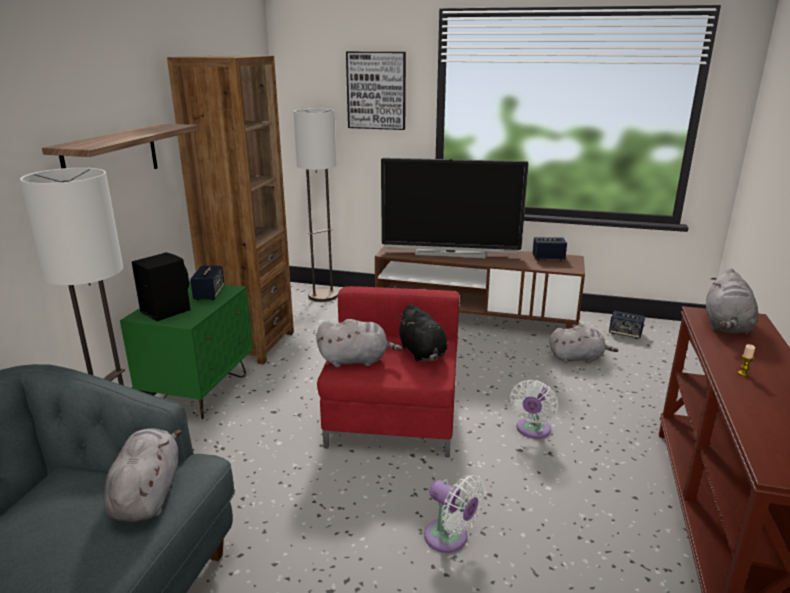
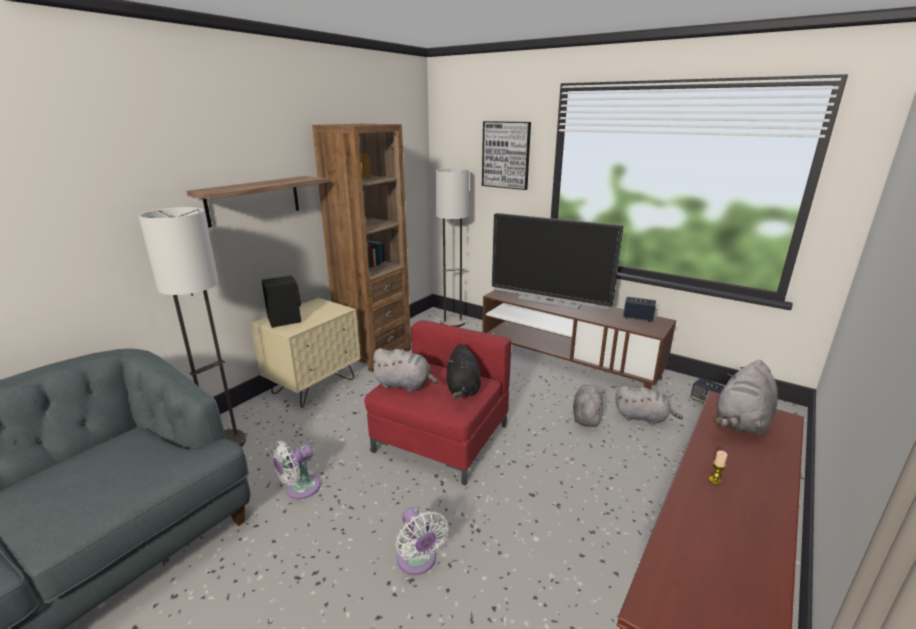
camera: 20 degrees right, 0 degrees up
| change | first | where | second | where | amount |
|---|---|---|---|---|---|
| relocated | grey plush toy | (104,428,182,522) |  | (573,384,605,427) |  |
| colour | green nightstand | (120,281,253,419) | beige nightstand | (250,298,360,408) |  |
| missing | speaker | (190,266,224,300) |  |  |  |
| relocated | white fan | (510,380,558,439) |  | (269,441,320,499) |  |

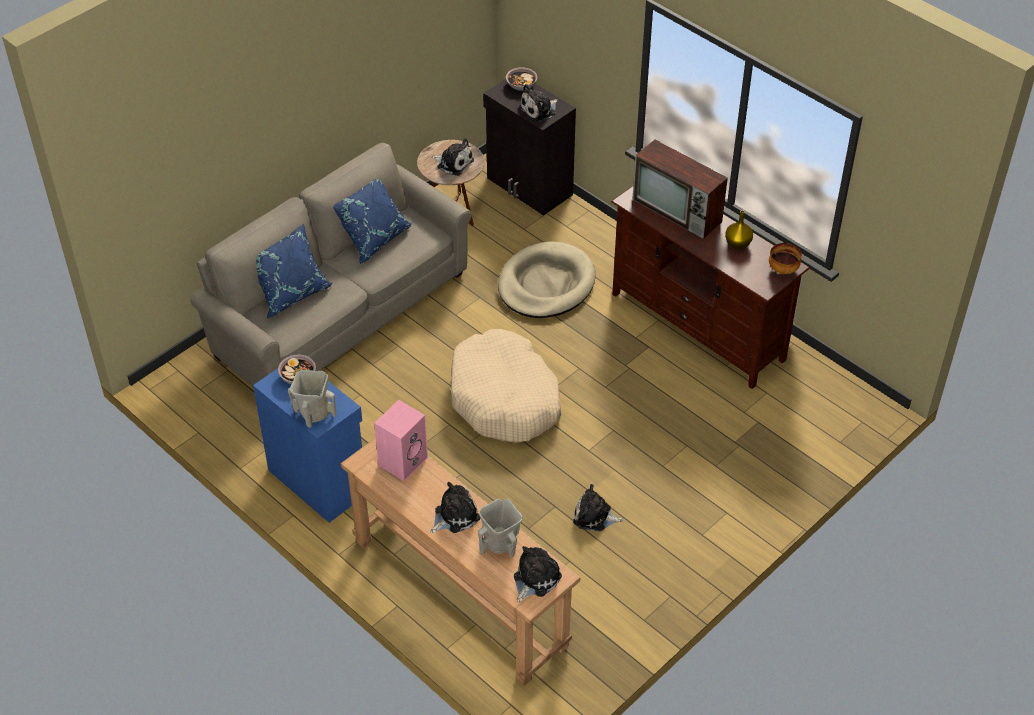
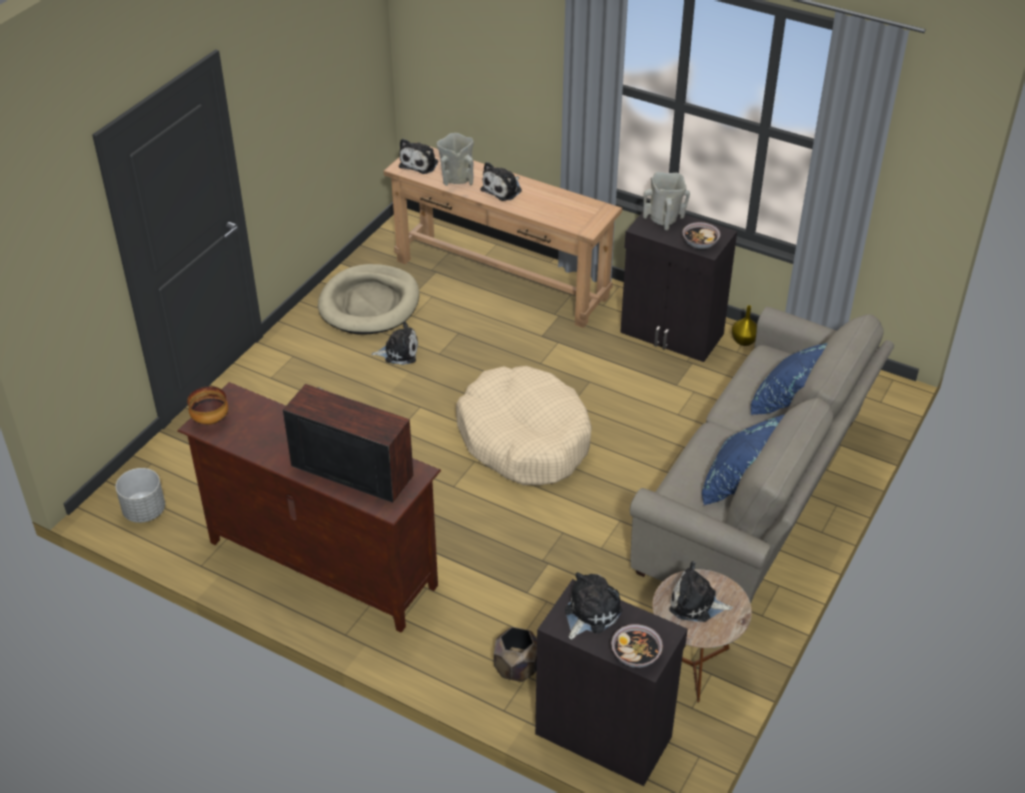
camera: 165 degrees right, 5 degrees down
| change | first | where | second | where | amount |
|---|---|---|---|---|---|
| colour | blue cabinet | (253,369,362,523) | black cabinet | (620,212,737,362) |  |
| missing | pink speaker | (374,400,428,481) |  |  |  |
| relocated | beige dog bed | (498,241,595,318) |  | (318,264,419,335) |  |
| relocated | yellow vase | (725,210,753,250) |  | (732,305,757,346) |  |
| appeared |  |  | grey planter | (116,468,165,523) |  |
| appeared |  |  | brown planter | (494,627,537,682) |  |

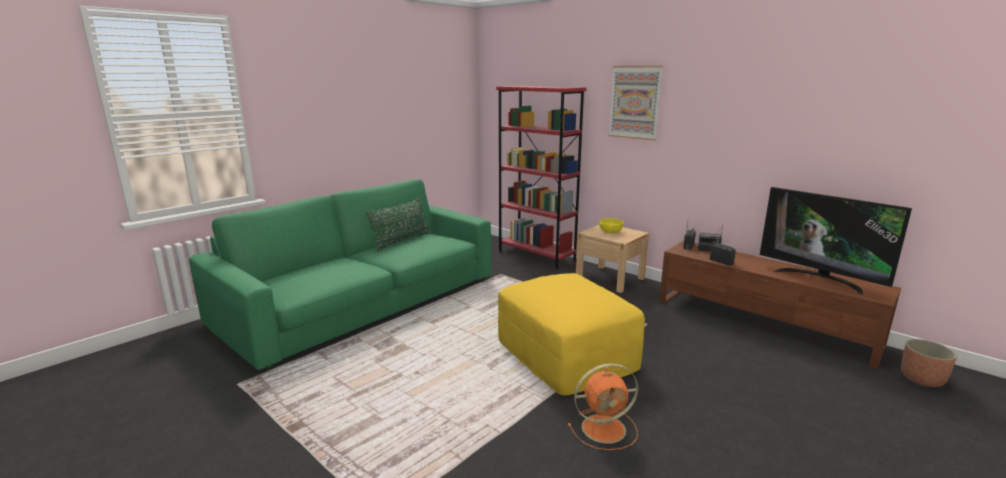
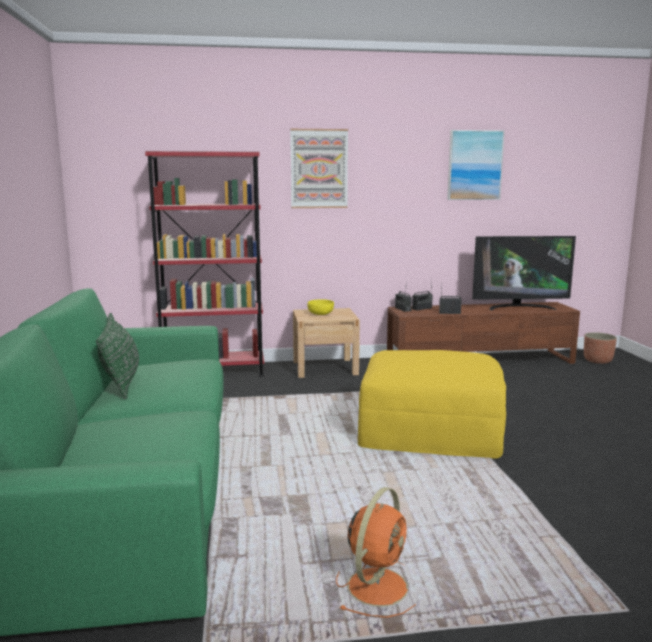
camera: 50 degrees left, 5 degrees down
| change | first | where | second | where | amount |
|---|---|---|---|---|---|
| relocated | orange fan | (568,363,638,450) |  | (336,487,416,618) |  |
| appeared |  |  | picture | (447,130,505,200) |  |

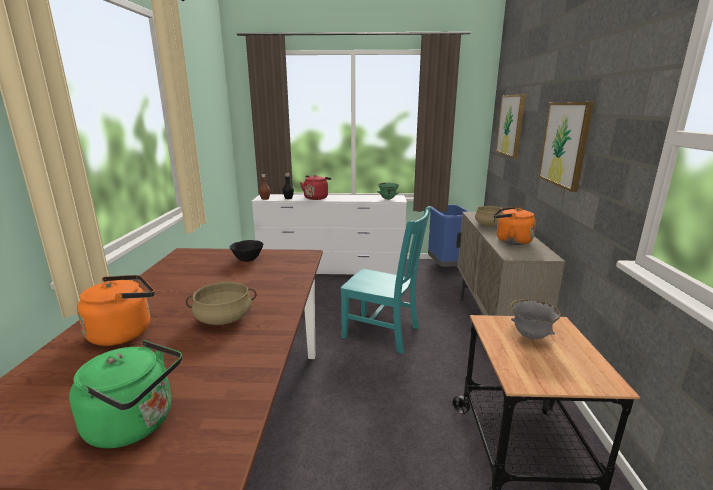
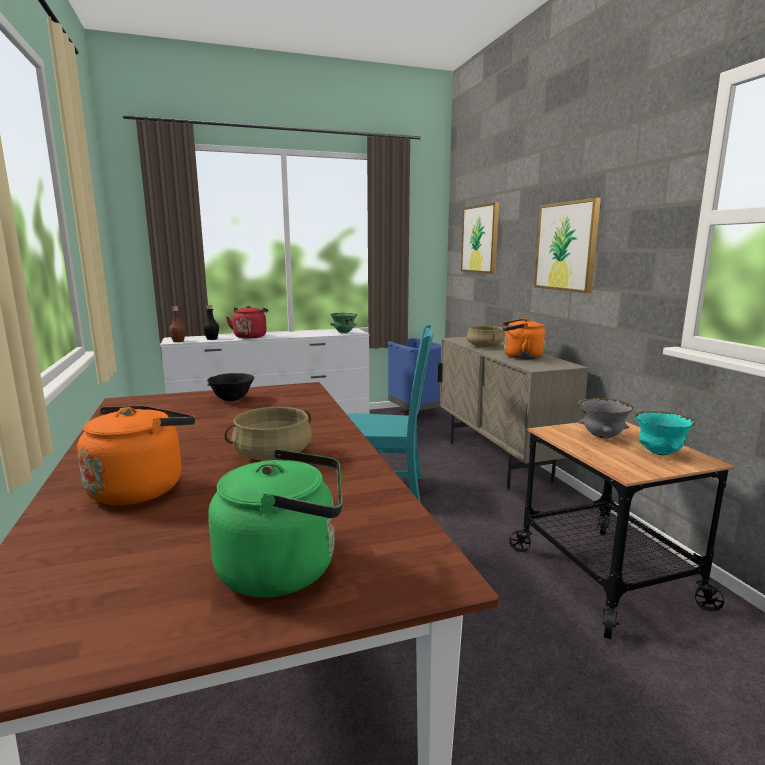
camera: 20 degrees left, 5 degrees down
| change | first | where | second | where | amount |
|---|---|---|---|---|---|
| appeared |  |  | turquoise bowl | (635,410,695,455) |  |

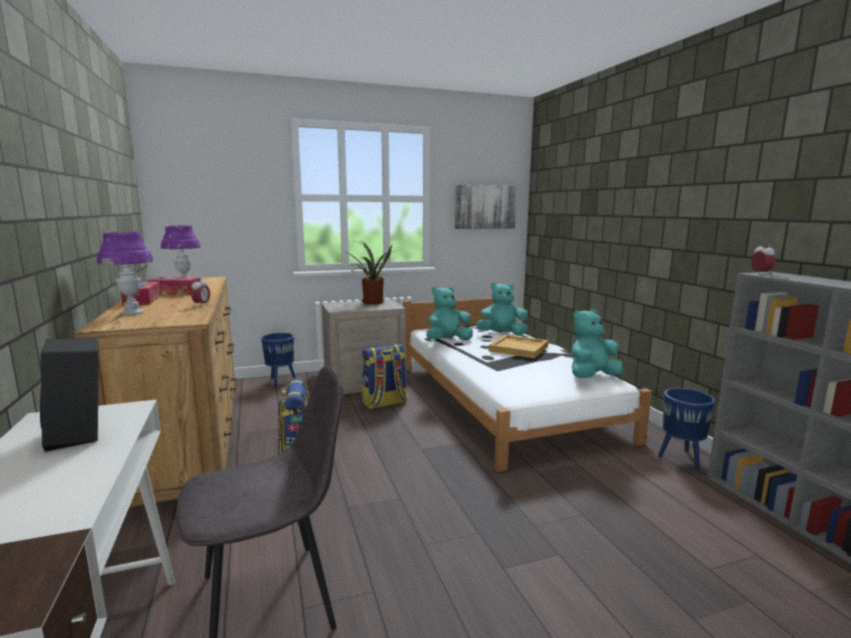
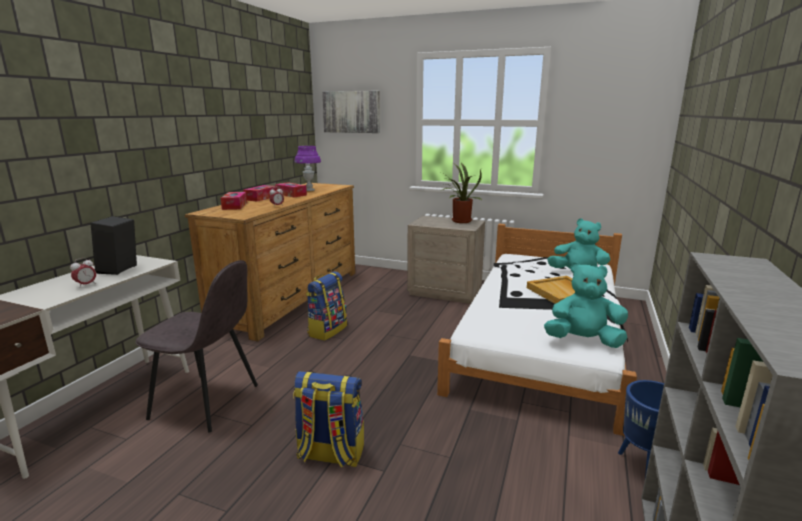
camera: 40 degrees right, 5 degrees up
| change | first | where | second | where | amount |
|---|---|---|---|---|---|
| exchanged | purple table lamp | (97,232,153,315) | tissue box | (220,192,247,210) |  |
| missing | blue planter | (261,333,296,387) |  |  |  |
| relocated | backpack | (362,344,407,409) |  | (293,371,364,468) |  |
| missing | turquoise plush toy | (426,287,473,340) |  |  |  |
| relocated | picture | (455,185,517,229) |  | (322,91,380,133) |  |
| relocated | alarm clock | (751,243,776,275) |  | (70,258,96,287) |  |

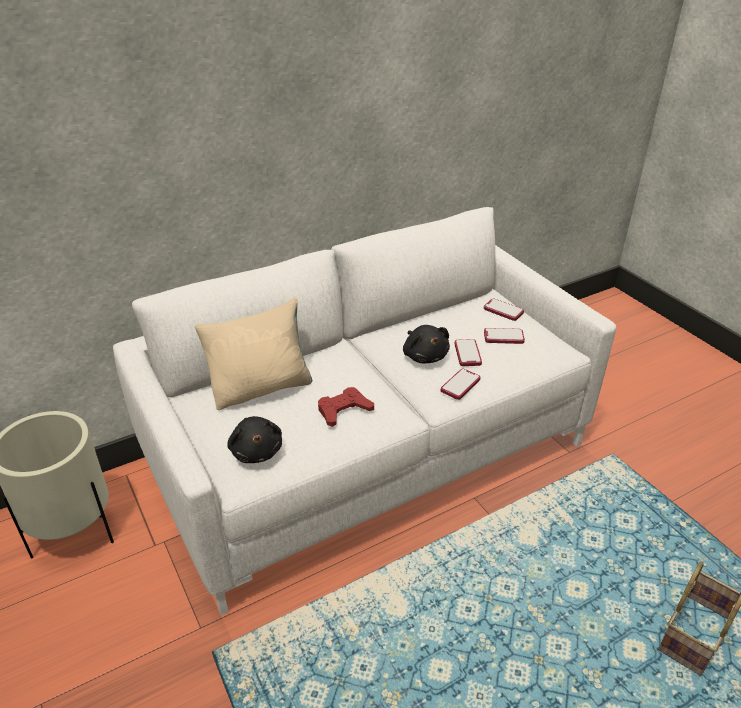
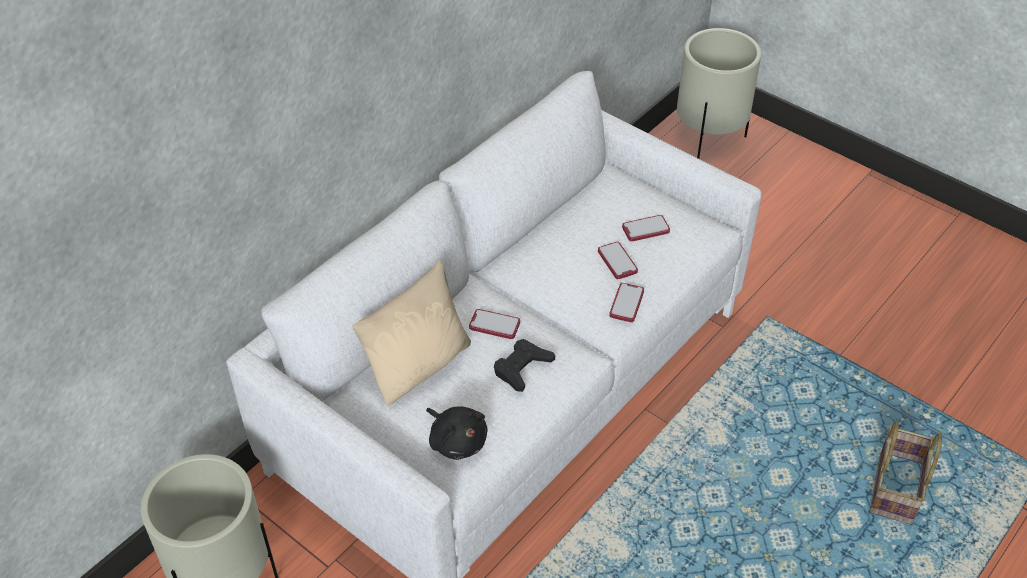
camera: 20 degrees left, 10 degrees up
| change | first | where | second | where | amount |
|---|---|---|---|---|---|
| colour | red game controller | (318,387,374,427) | black game controller | (494,339,555,392) |  |
| missing | black plush toy | (403,325,450,363) |  |  |  |
| relocated | phone | (484,298,524,321) |  | (469,309,520,339) |  |
| appeared |  |  | beige planter | (677,28,761,159) |  |

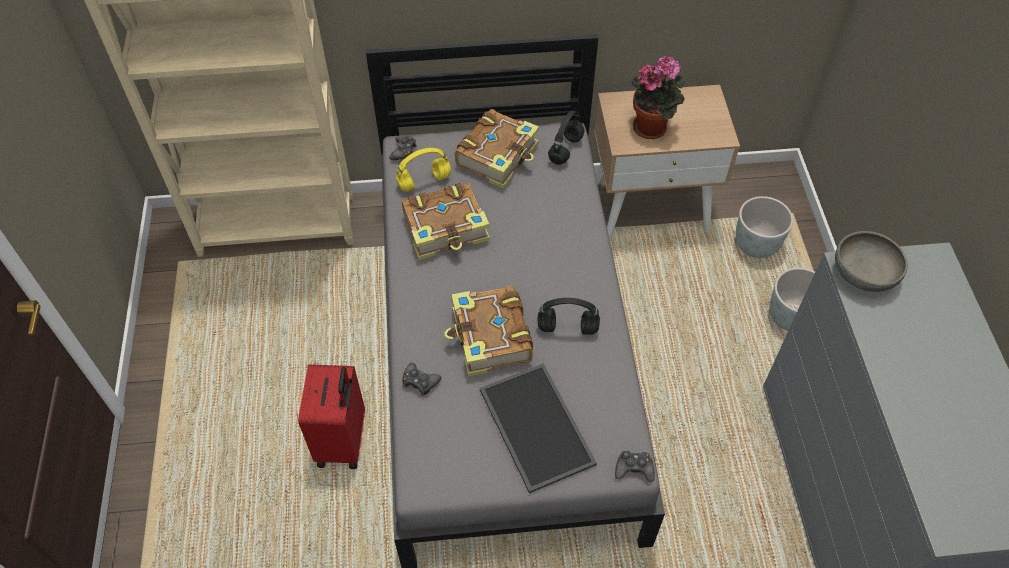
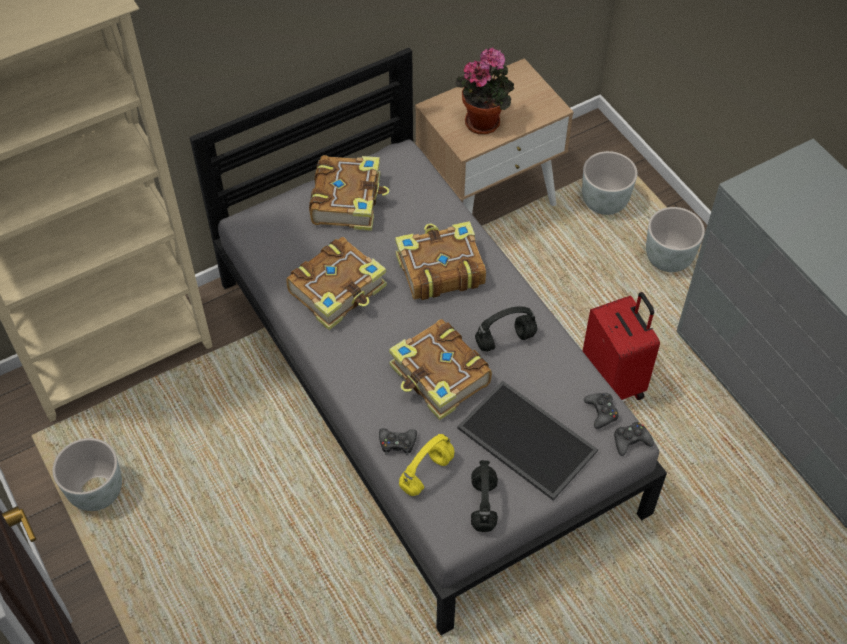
camera: 25 degrees left, 0 degrees up
| change | first | where | second | where | amount |
|---|---|---|---|---|---|
| relocated | red suitcase | (298,364,365,469) |  | (583,292,660,400) |  |
| relocated | black game controller | (389,135,417,160) |  | (584,393,619,429) |  |
| relocated | yellow headphones | (396,148,451,192) |  | (399,434,454,496) |  |
| relocated | black headphones | (548,110,584,165) |  | (471,460,498,532) |  |
| missing | grey bowl | (835,231,908,292) |  |  |  |
| appeared |  |  | grey planter | (53,438,122,511) |  |
| appeared |  |  | book | (395,221,486,300) |  |

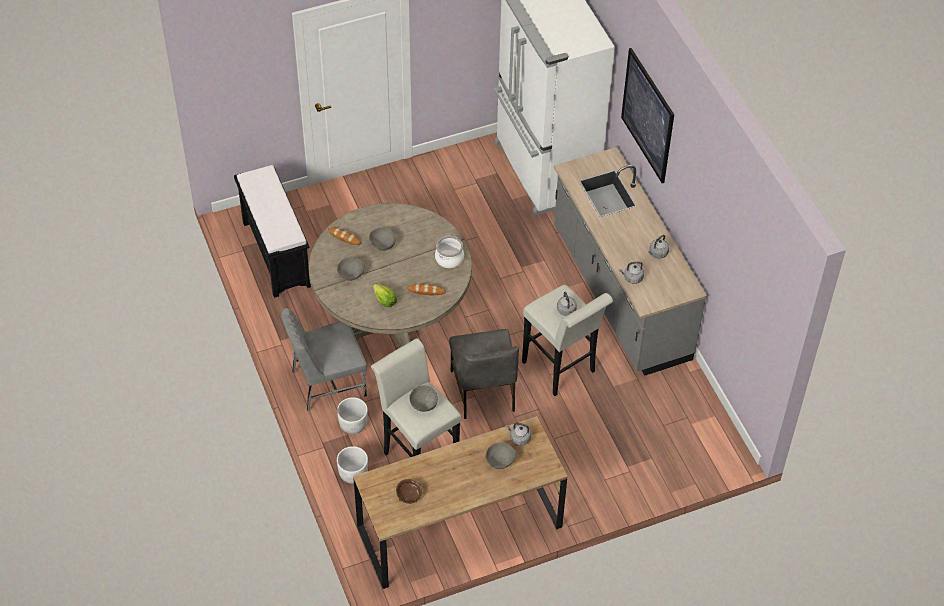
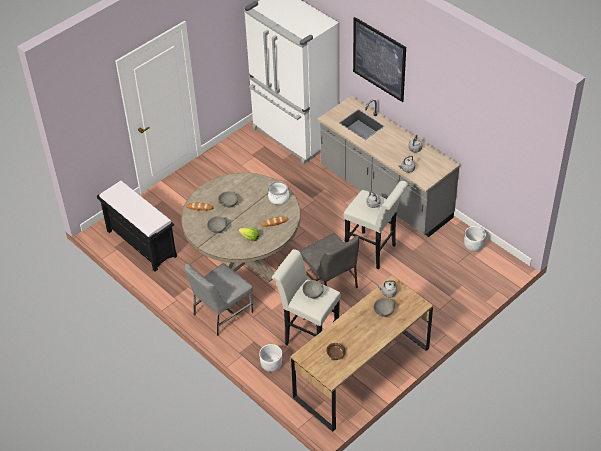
camera: 20 degrees left, 5 degrees down
| change | first | where | second | where | amount |
|---|---|---|---|---|---|
| relocated | white planter | (337,397,368,434) |  | (464,226,486,252) |  |

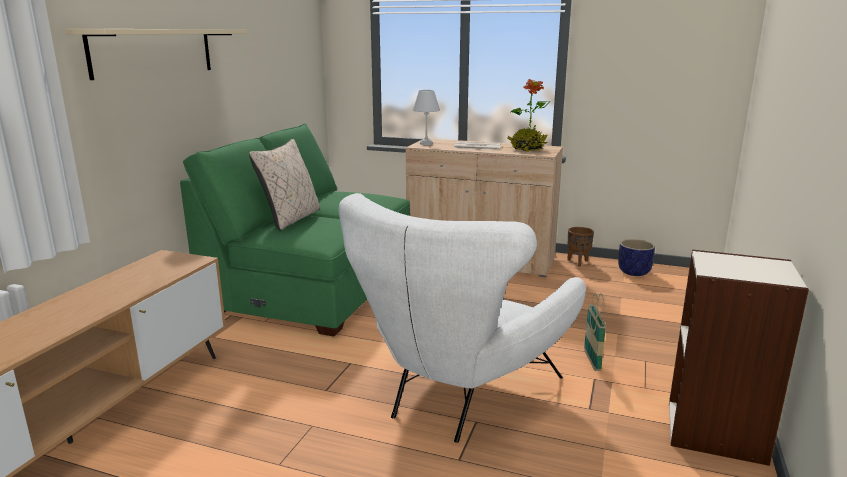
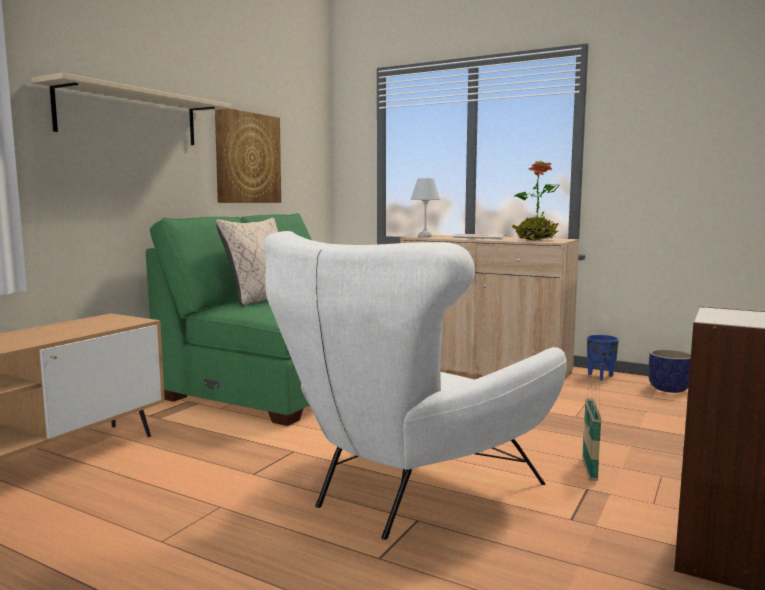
camera: 10 degrees right, 10 degrees down
| change | first | where | second | where | amount |
|---|---|---|---|---|---|
| colour | brown planter | (567,227,594,266) | blue planter | (587,335,619,381) |  |
| appeared |  |  | picture | (215,108,281,203) |  |

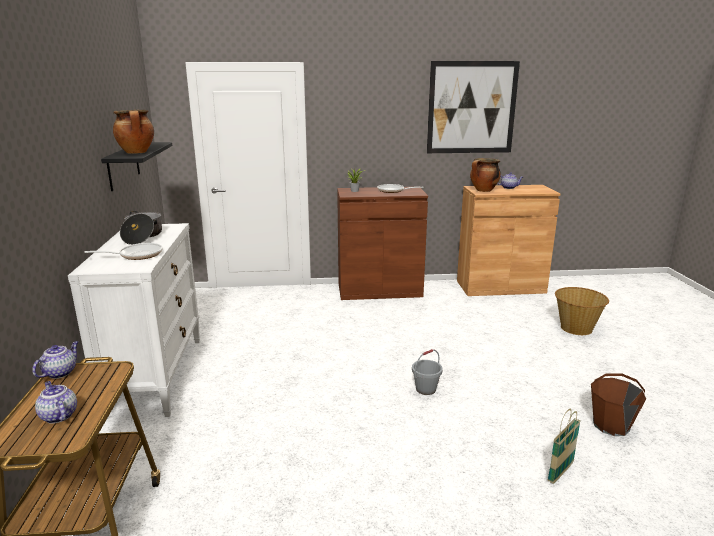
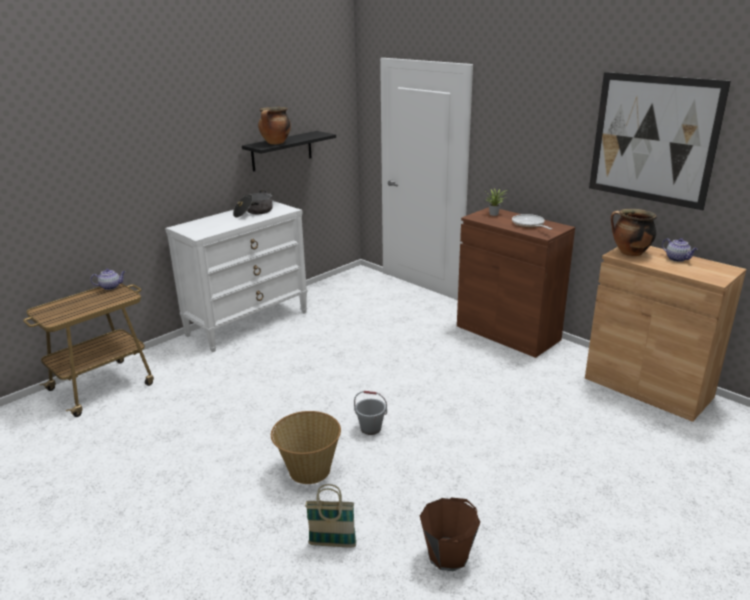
camera: 50 degrees right, 5 degrees up
| change | first | where | second | where | amount |
|---|---|---|---|---|---|
| missing | teapot | (35,381,77,424) |  |  |  |
| missing | frying pan | (84,243,163,260) |  |  |  |
| relocated | basket | (555,287,609,335) |  | (271,411,341,484) |  |

